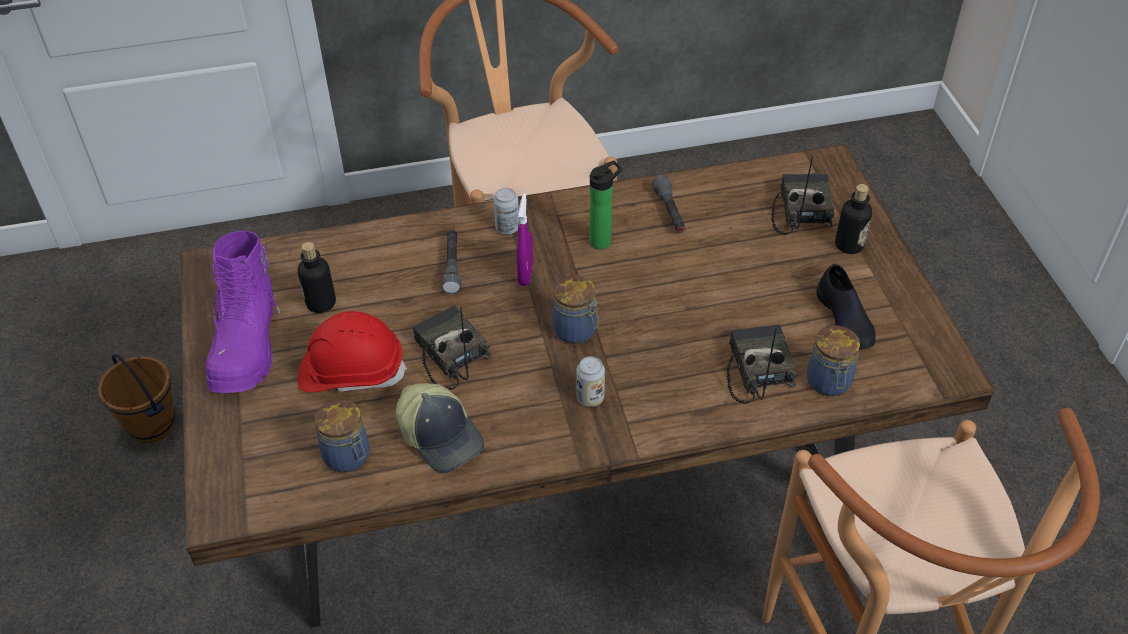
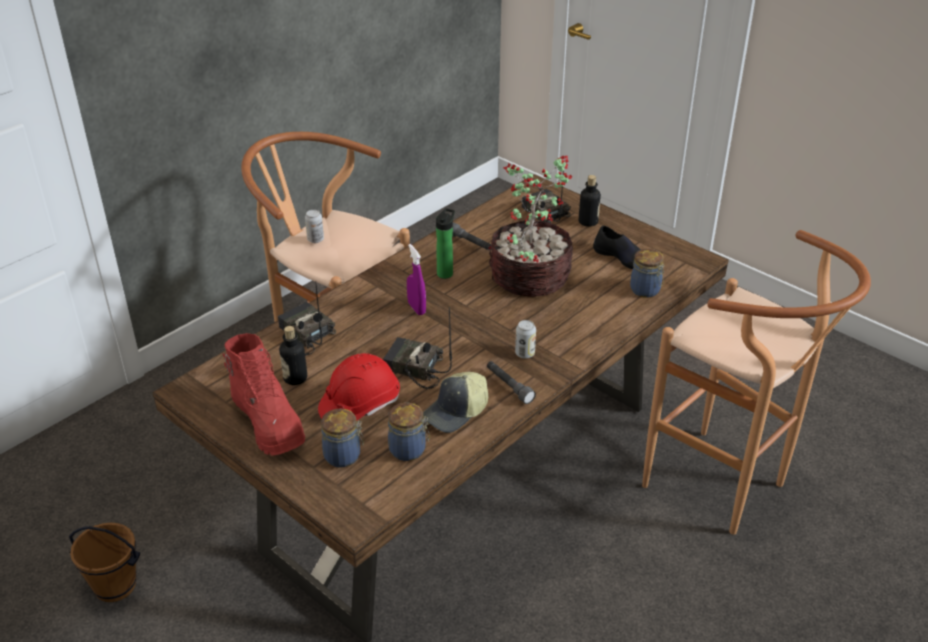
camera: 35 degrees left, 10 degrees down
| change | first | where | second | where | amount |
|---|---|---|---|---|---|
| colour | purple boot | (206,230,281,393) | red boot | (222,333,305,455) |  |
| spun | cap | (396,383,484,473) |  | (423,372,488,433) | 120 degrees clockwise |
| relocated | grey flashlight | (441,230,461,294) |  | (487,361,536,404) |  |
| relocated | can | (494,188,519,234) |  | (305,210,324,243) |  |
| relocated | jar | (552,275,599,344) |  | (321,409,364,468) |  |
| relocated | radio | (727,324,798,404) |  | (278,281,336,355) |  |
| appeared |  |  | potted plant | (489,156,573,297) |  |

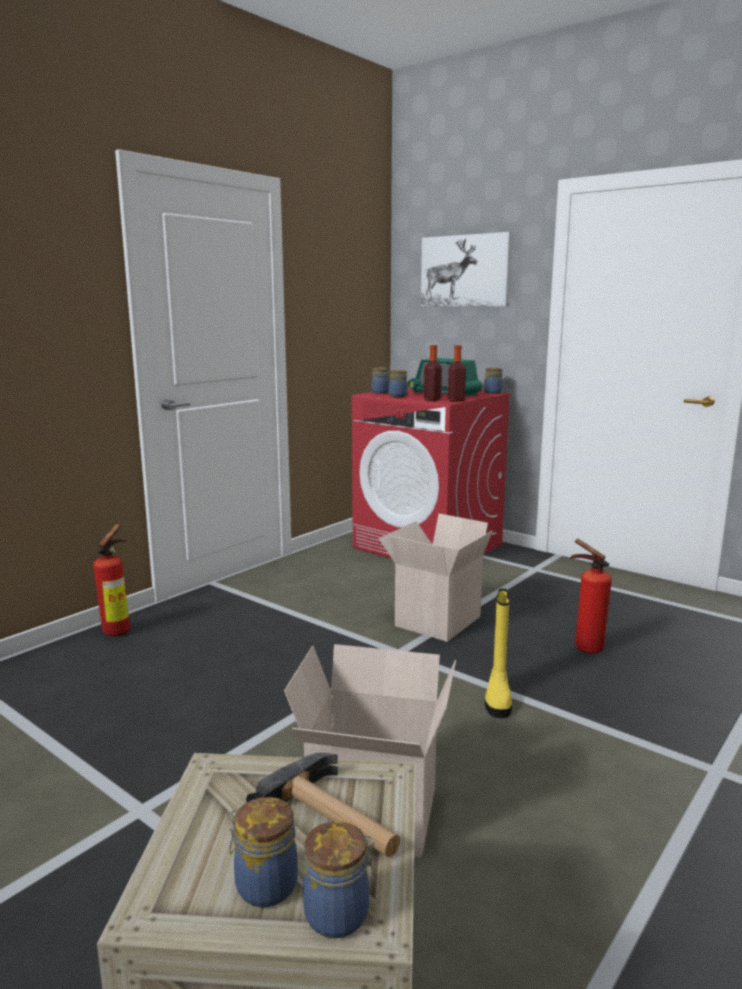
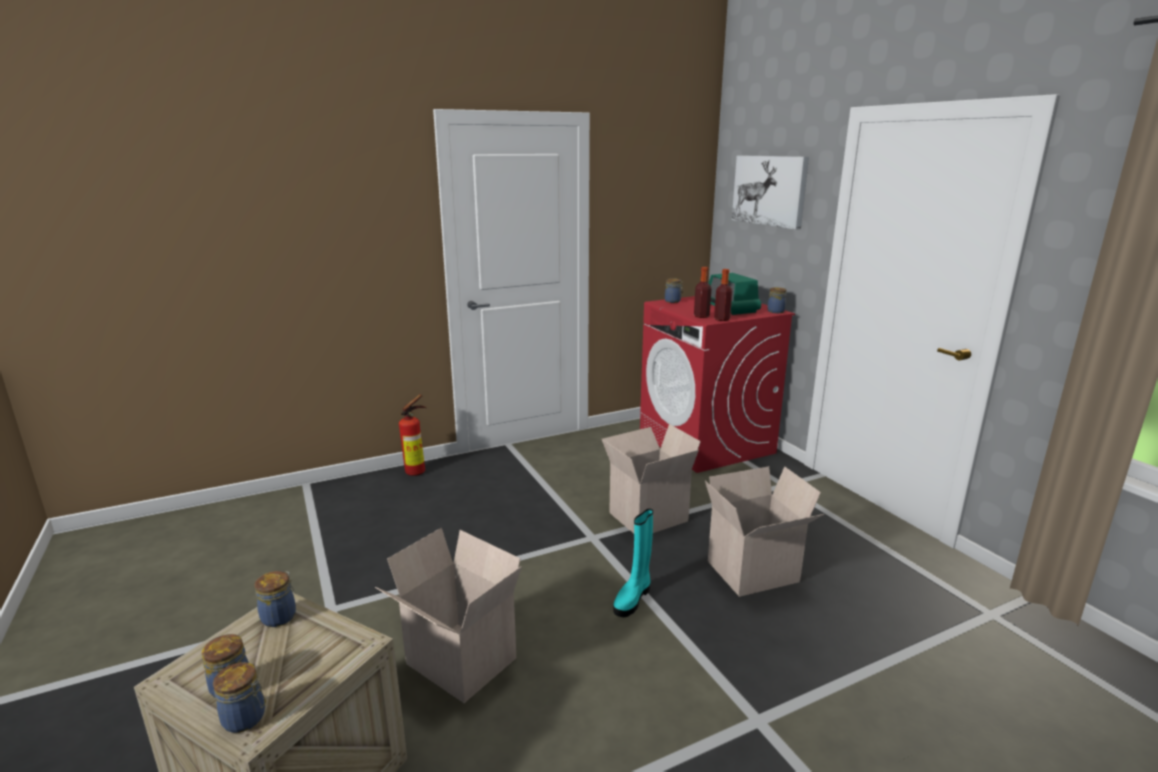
camera: 25 degrees right, 5 degrees up
| change | first | where | second | where | amount |
|---|---|---|---|---|---|
| missing | hammer | (246,753,400,857) |  |  |  |
| relocated | jar | (389,370,408,397) |  | (255,571,296,627) |  |
| colour | yellow boot | (485,589,512,718) | turquoise boot | (613,509,653,617) |  |
| exchanged | fire extinguisher | (569,539,612,654) | cardboard box | (705,466,824,597) |  |

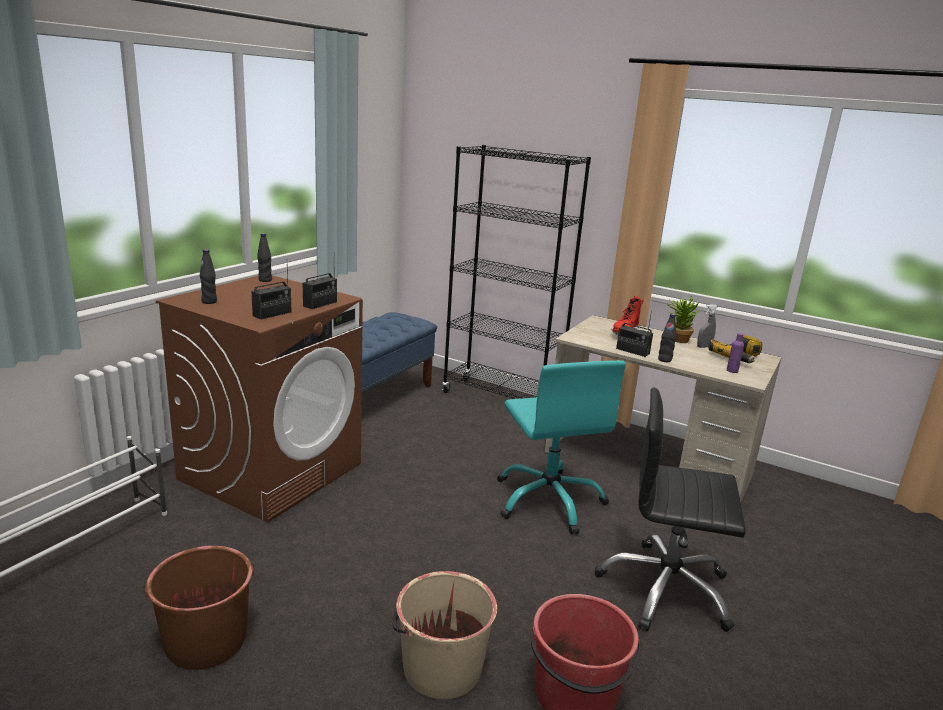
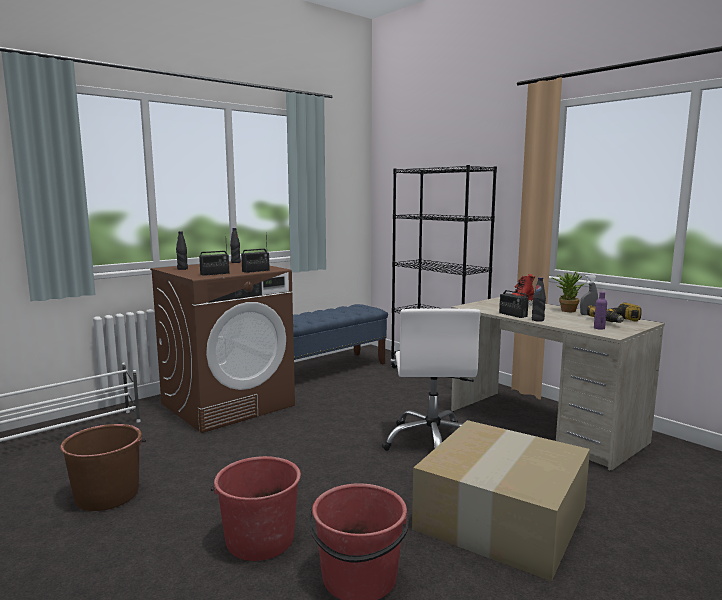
camera: 20 degrees right, 10 degrees down
| change | first | where | second | where | amount |
|---|---|---|---|---|---|
| colour | beige bucket | (392,571,497,700) | red bucket | (210,456,301,561) |  |
| colour | turquoise office chair | (497,360,626,534) | white office chair | (382,309,480,451) |  |
| exchanged | black office chair | (595,387,746,632) | cardboard box | (412,420,590,581) |  |

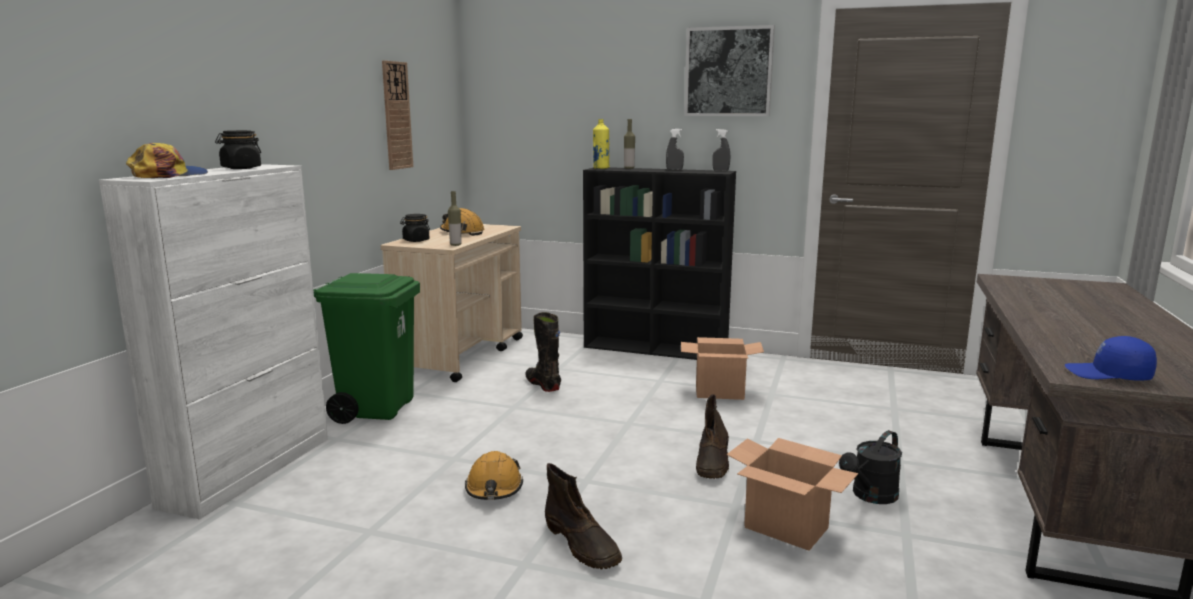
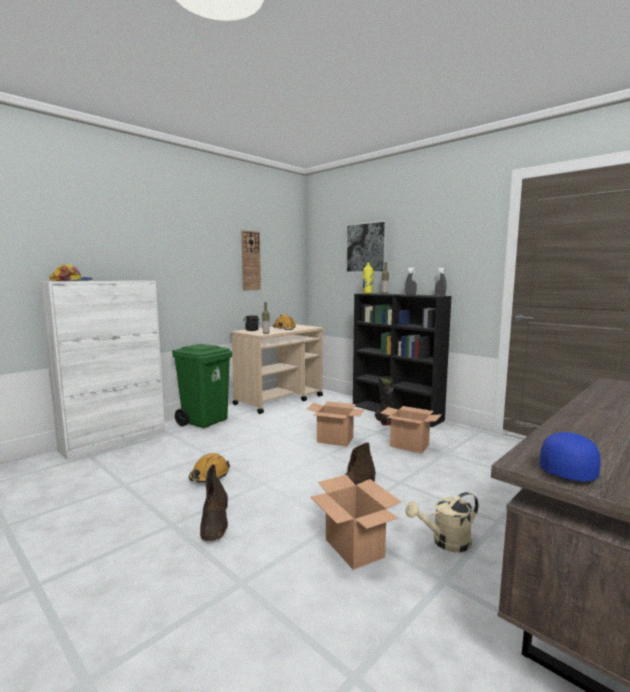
camera: 25 degrees right, 5 degrees down
| change | first | where | second | where | amount |
|---|---|---|---|---|---|
| missing | black jar | (215,130,261,169) |  |  |  |
| relocated | black boot | (525,312,561,392) |  | (375,376,394,426) |  |
| relocated | picture | (684,25,775,116) |  | (345,220,389,273) |  |
| colour | black watering can | (839,430,902,504) | beige watering can | (405,492,479,552) |  |
| spun | blue cap | (1065,336,1157,381) |  | (540,432,601,482) | 75 degrees clockwise |
| appeared |  |  | cardboard box | (307,401,365,446) |  |

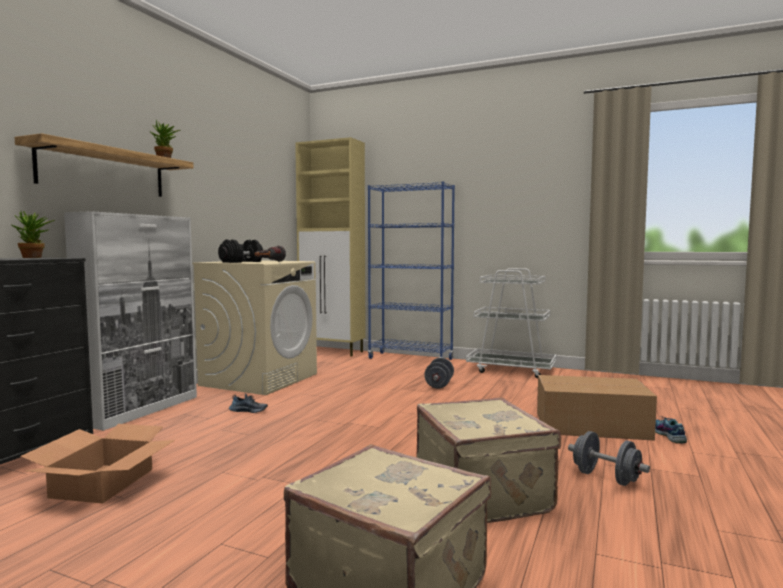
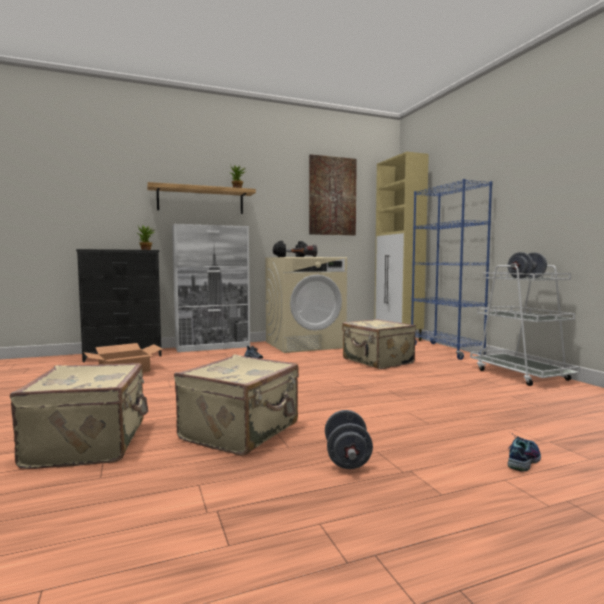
camera: 45 degrees right, 0 degrees up
| change | first | where | second | where | amount |
|---|---|---|---|---|---|
| relocated | grey dumbbell | (424,358,454,388) |  | (508,252,547,278) |  |
| missing | cardboard box | (537,375,657,441) |  |  |  |
| appeared |  |  | picture | (309,154,357,236) |  |
| appeared |  |  | beige suitcase | (342,319,416,369) |  |

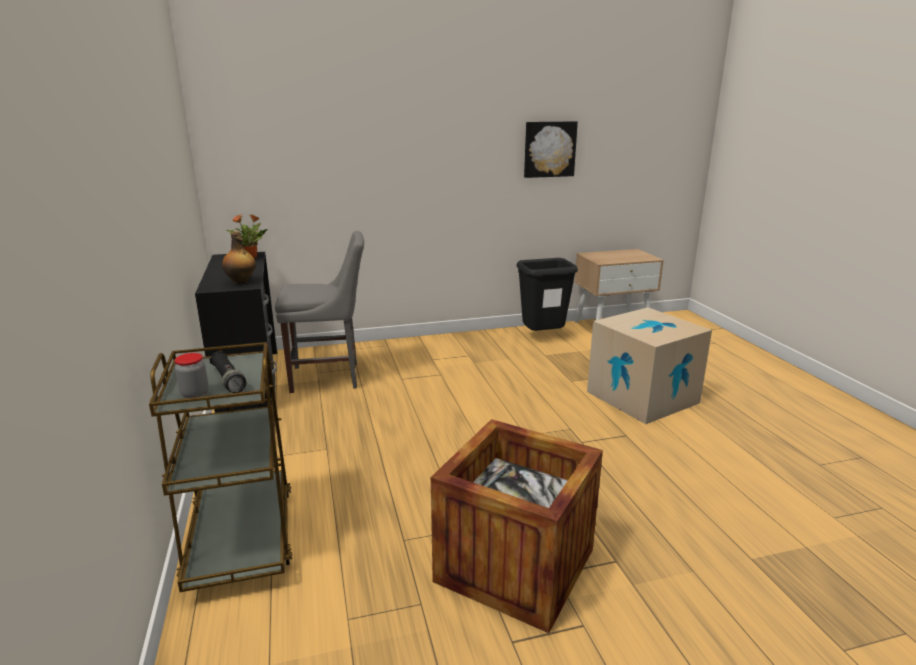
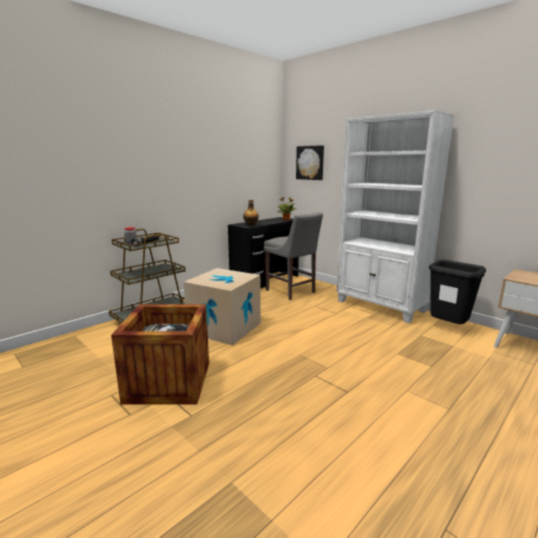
camera: 60 degrees right, 5 degrees down
| change | first | where | second | where | amount |
|---|---|---|---|---|---|
| relocated | picture | (524,121,578,178) |  | (296,145,324,180) |  |
| relocated | cardboard box | (587,307,712,424) |  | (184,268,261,345) |  |
| appeared |  |  | white bookcase | (336,110,454,323) |  |

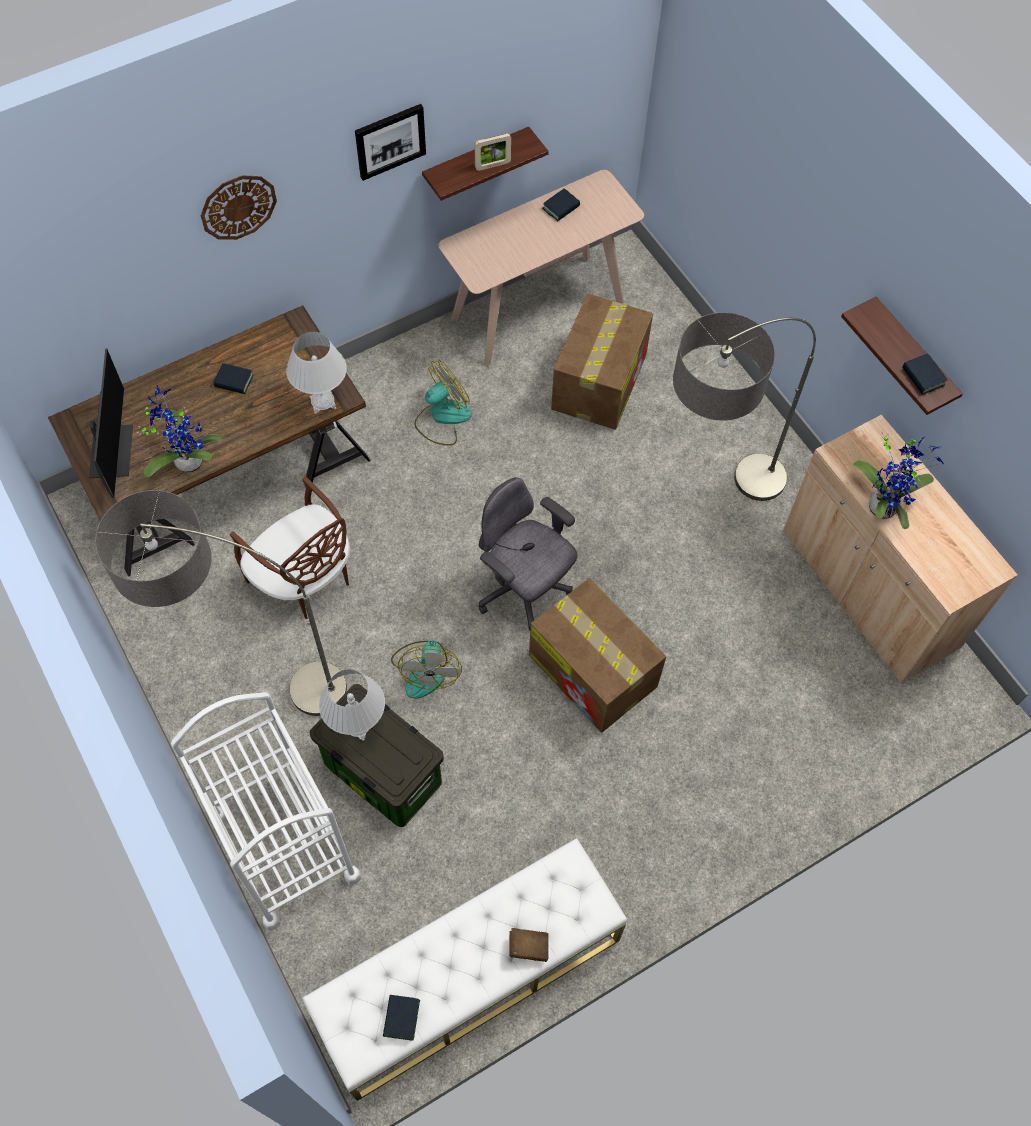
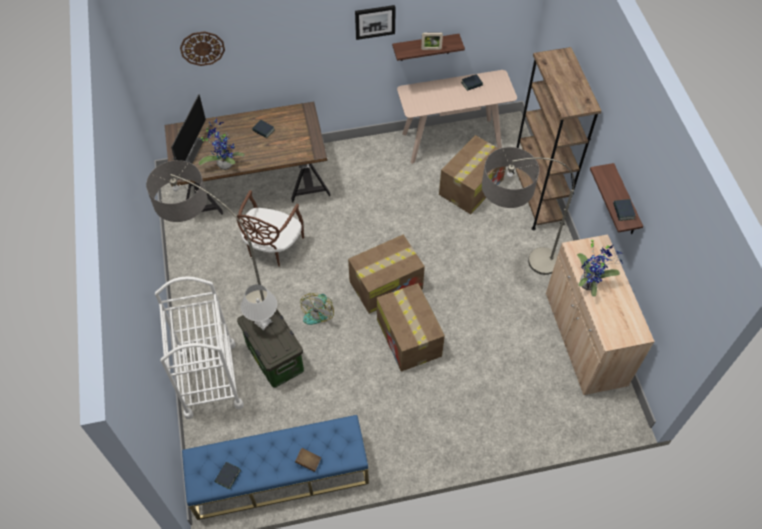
camera: 20 degrees right, 5 degrees down
| change | first | where | second | where | amount |
|---|---|---|---|---|---|
| relocated | wall clock | (201,175,277,240) |  | (180,31,225,66) |  |
| spun | brown chair | (230,476,350,619) |  | (236,190,304,267) | 45 degrees clockwise |
| missing | white table lamp | (286,332,347,414) |  |  |  |
| colour | white bench | (302,838,627,1101) | blue bench | (182,415,369,520) |  |
| missing | fan | (414,360,472,446) |  |  |  |
| exchanged | grey office chair | (479,477,577,630) | cardboard box | (348,234,425,314) |  |
| appeared |  |  | brown bookcase | (512,47,602,230) |  |

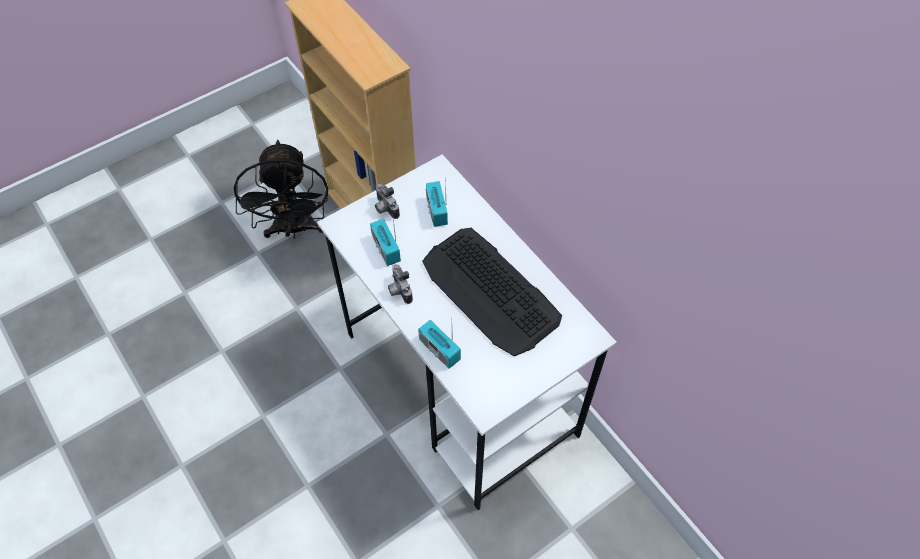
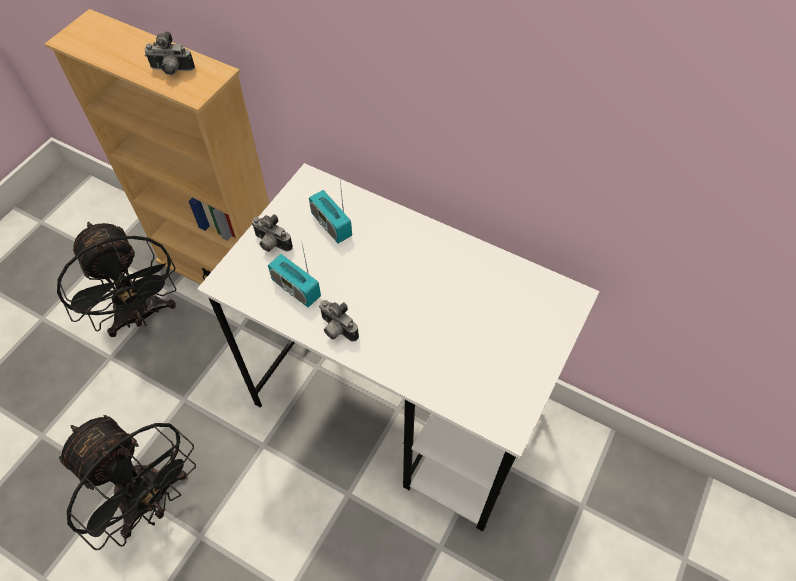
camera: 25 degrees left, 0 degrees up
| change | first | where | second | where | amount |
|---|---|---|---|---|---|
| missing | radio | (418,320,461,369) |  |  |  |
| missing | keyboard | (422,228,562,356) |  |  |  |
| appeared |  |  | black fan | (59,415,196,550) |  |
| appeared |  |  | photo camera | (144,31,195,75) |  |

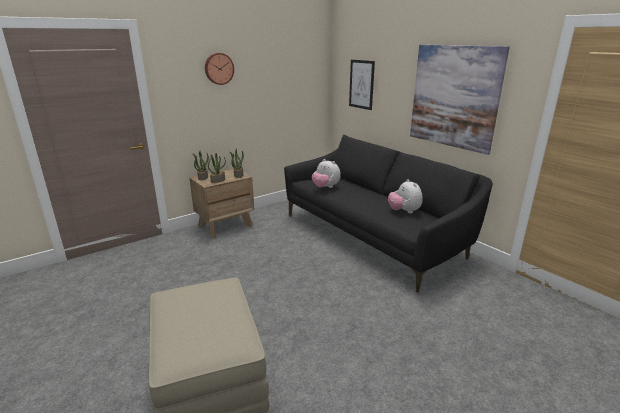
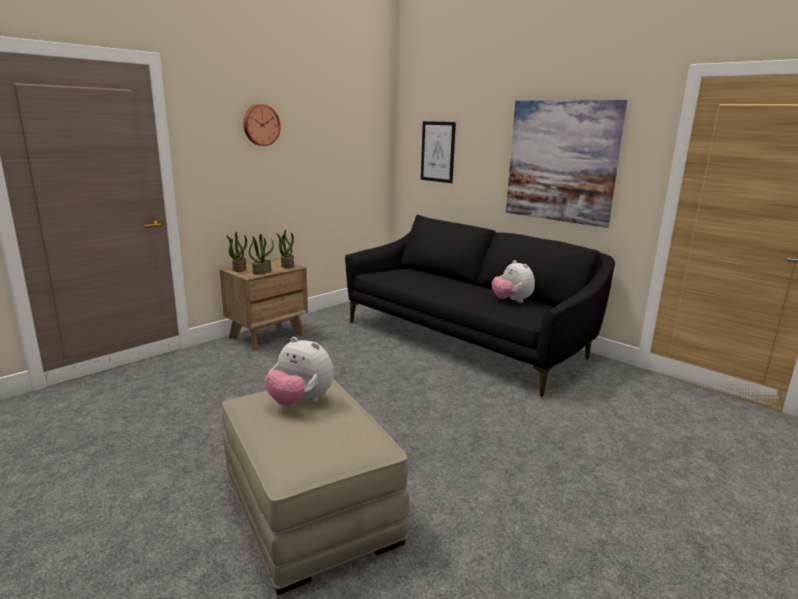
camera: 10 degrees left, 5 degrees down
| change | first | where | second | where | amount |
|---|---|---|---|---|---|
| relocated | plush toy | (312,159,341,188) |  | (265,337,334,406) |  |

